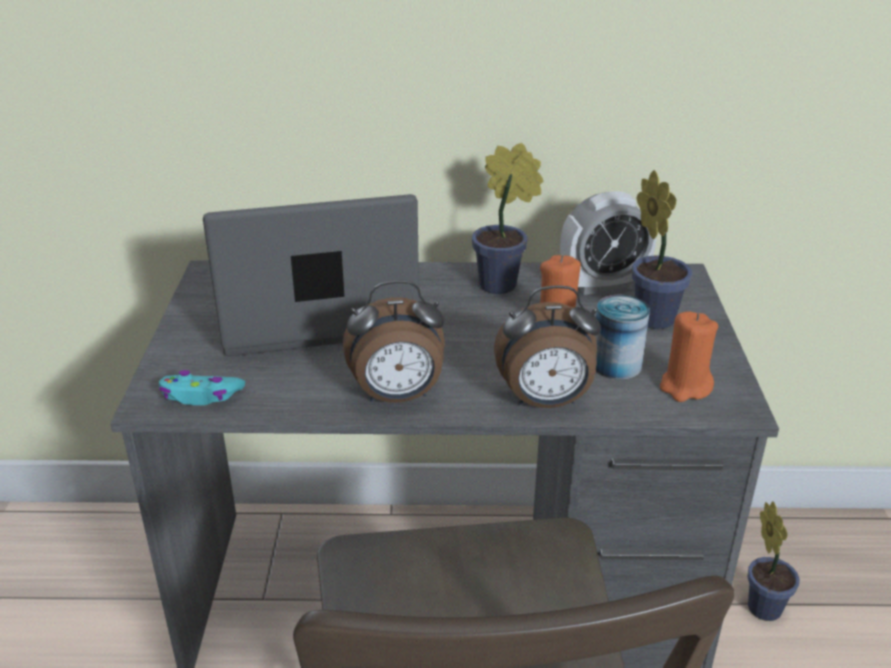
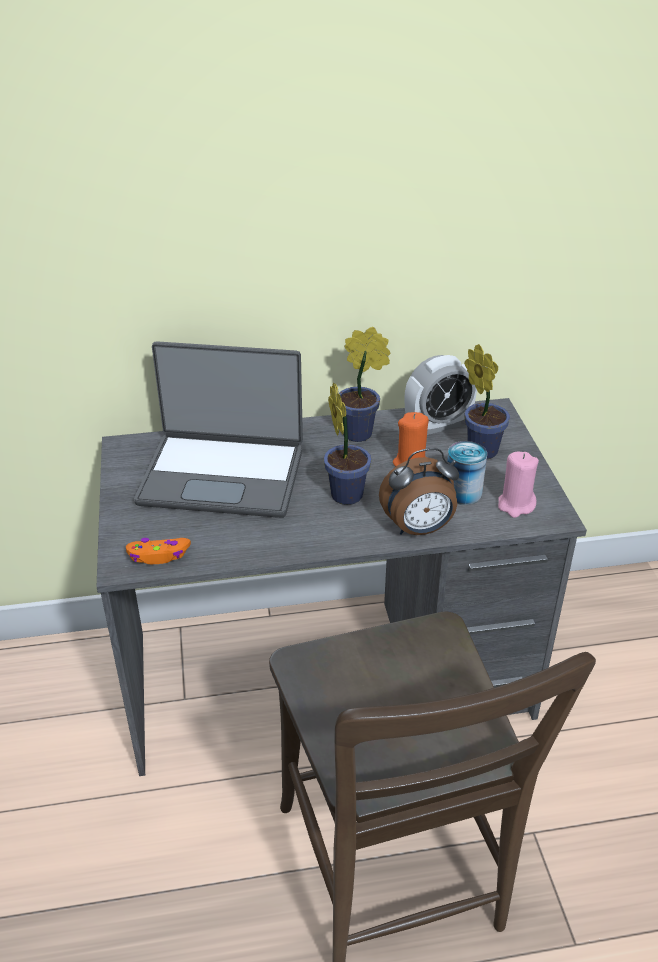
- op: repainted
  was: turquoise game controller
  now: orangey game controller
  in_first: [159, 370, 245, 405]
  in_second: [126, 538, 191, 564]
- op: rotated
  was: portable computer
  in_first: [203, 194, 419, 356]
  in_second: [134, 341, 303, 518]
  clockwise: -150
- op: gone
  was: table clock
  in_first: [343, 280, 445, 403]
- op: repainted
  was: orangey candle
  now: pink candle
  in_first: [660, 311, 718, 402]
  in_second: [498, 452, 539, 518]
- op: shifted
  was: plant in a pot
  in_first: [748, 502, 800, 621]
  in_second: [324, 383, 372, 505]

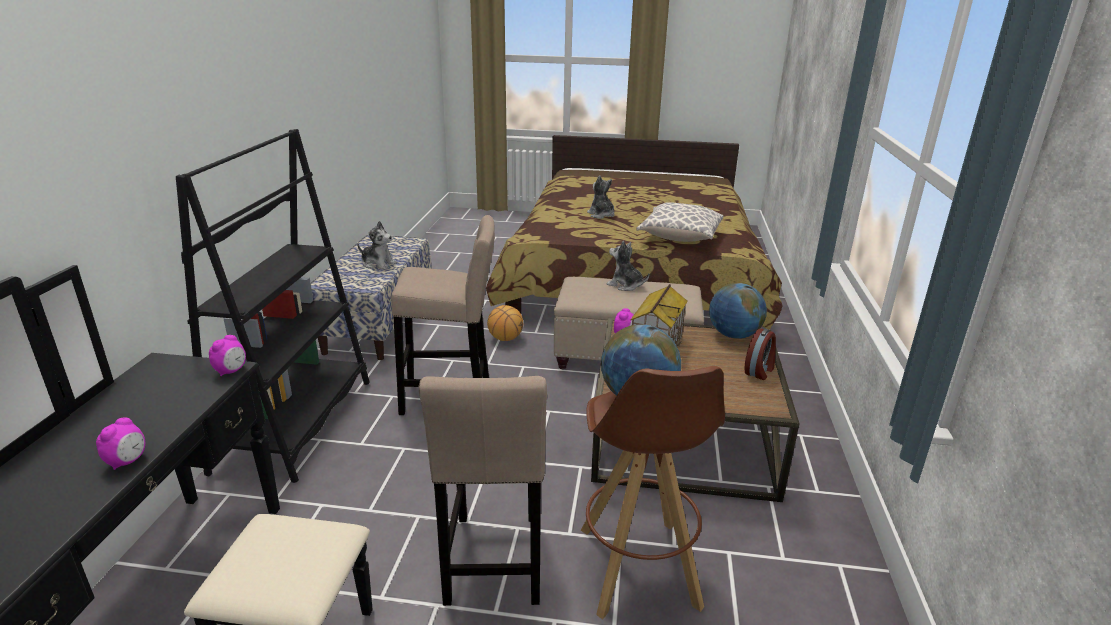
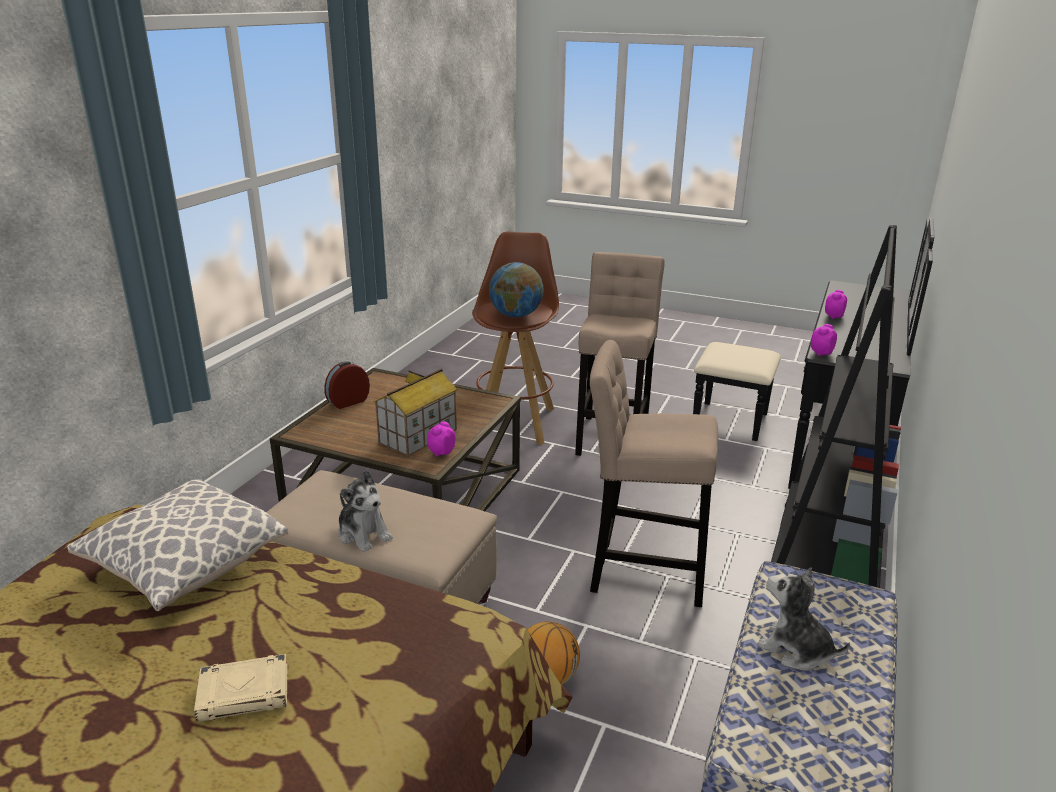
- op: swapped
  was: cuddly toy
  now: sand-coloured volume
  in_first: [587, 175, 615, 219]
  in_second: [194, 654, 288, 722]
- op: gone
  was: world globe
  in_first: [709, 283, 767, 339]

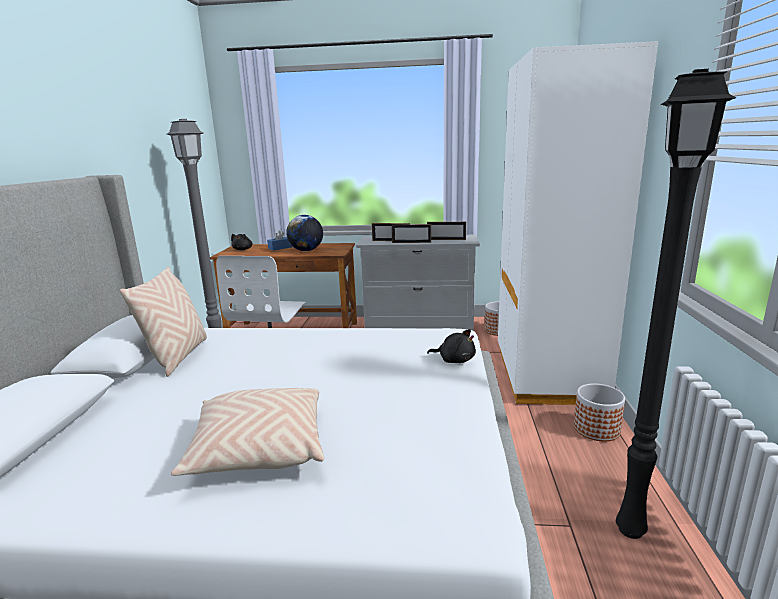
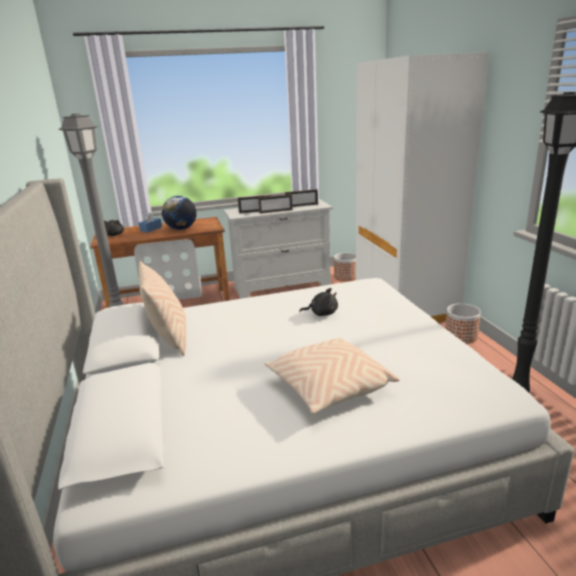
- op: shifted
  was: blackish cuddly toy
  in_first: [427, 329, 476, 363]
  in_second: [299, 288, 338, 316]

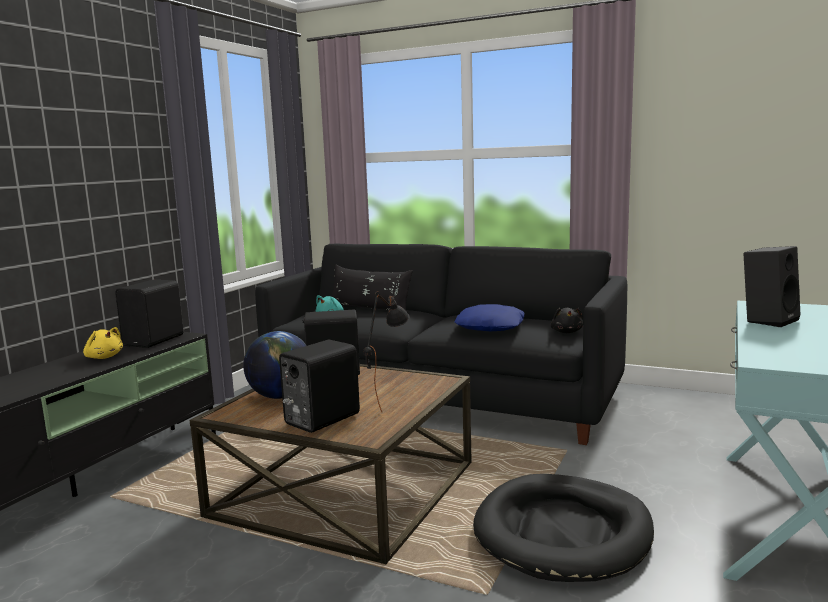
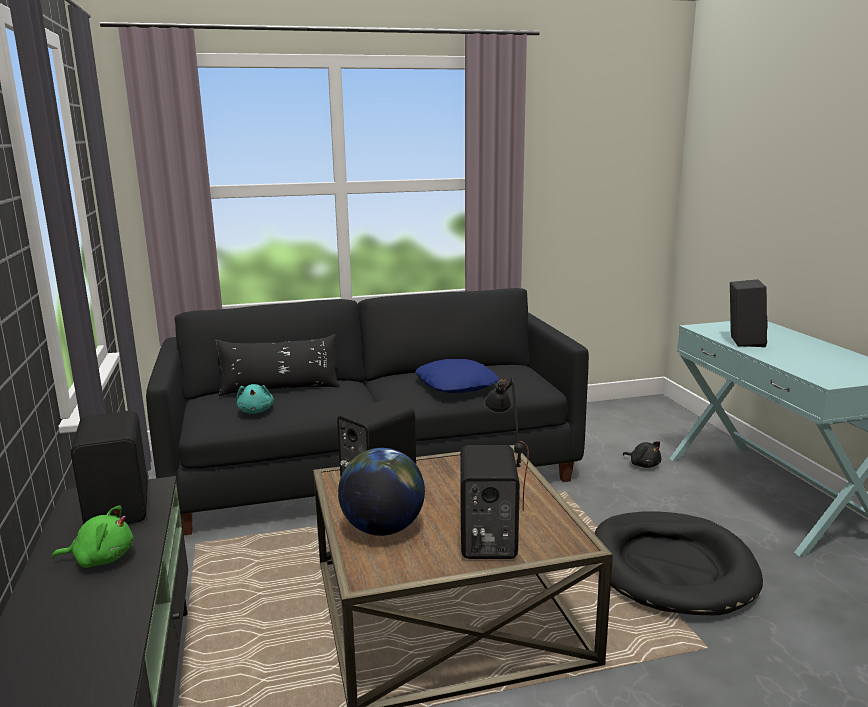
- op: repainted
  was: yellowish cuddly toy
  now: greenish cuddly toy
  in_first: [83, 327, 123, 359]
  in_second: [52, 506, 134, 568]
- op: shifted
  was: blackish cuddly toy
  in_first: [550, 308, 583, 333]
  in_second: [623, 441, 661, 468]

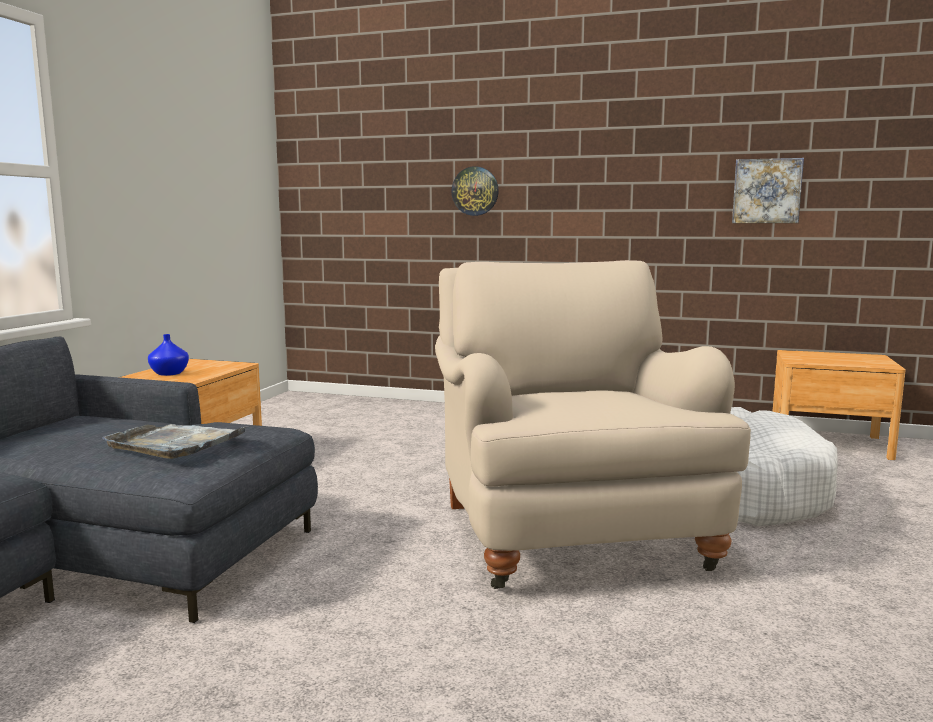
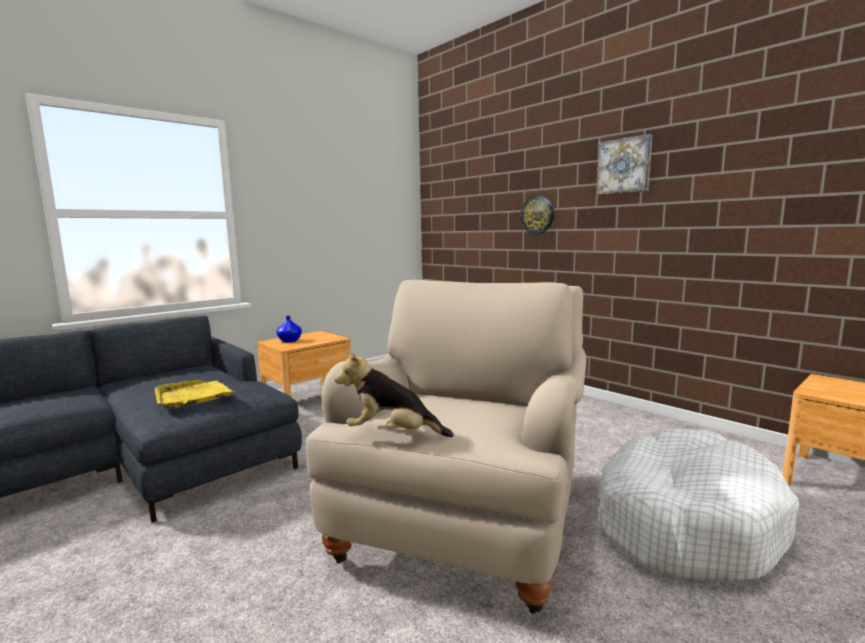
- op: repainted
  was: gray tray
  now: yellowish tray
  in_first: [102, 424, 250, 459]
  in_second: [155, 380, 234, 409]
- op: shifted
  was: picture
  in_first: [732, 158, 804, 223]
  in_second: [596, 134, 652, 195]
- op: new
  now: cuddly toy
  in_second: [335, 350, 454, 437]

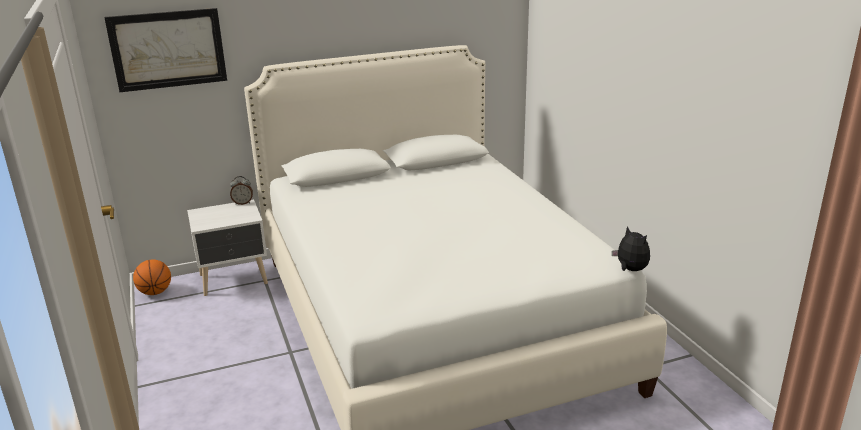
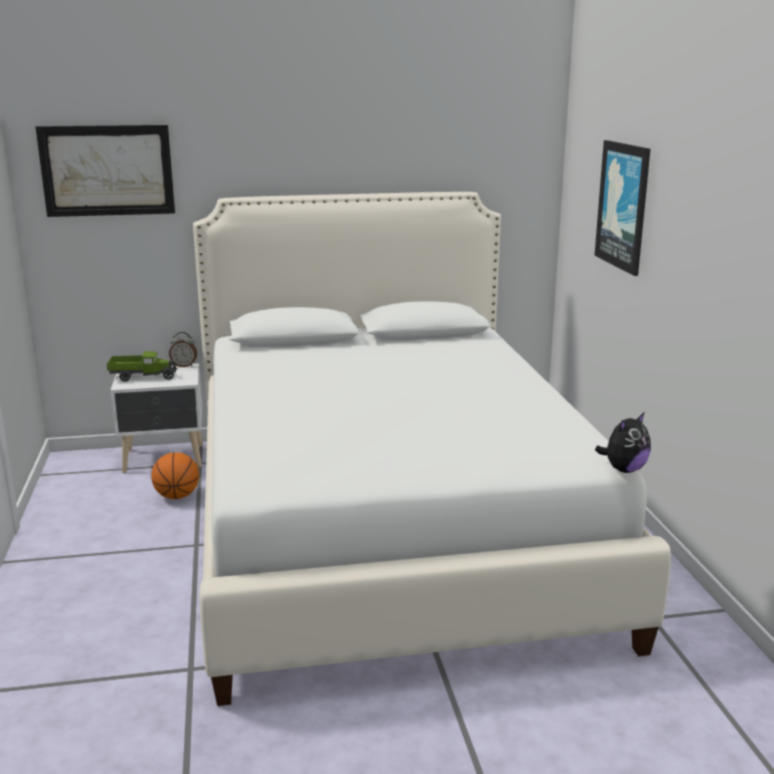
- op: shifted
  was: ball for basketball
  in_first: [133, 259, 171, 295]
  in_second: [151, 452, 199, 499]
- op: rotated
  was: cuddly toy
  in_first: [612, 226, 650, 271]
  in_second: [595, 413, 651, 473]
  clockwise: 75
- op: new
  now: model truck
  in_second: [107, 351, 177, 382]
- op: new
  now: picture
  in_second: [594, 140, 651, 276]

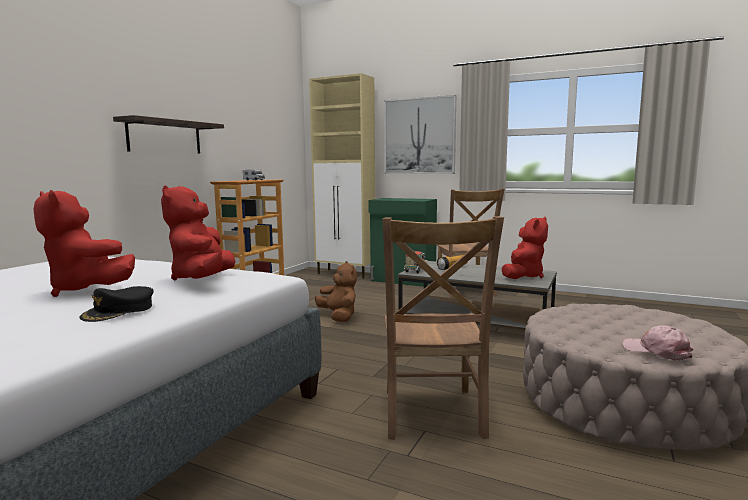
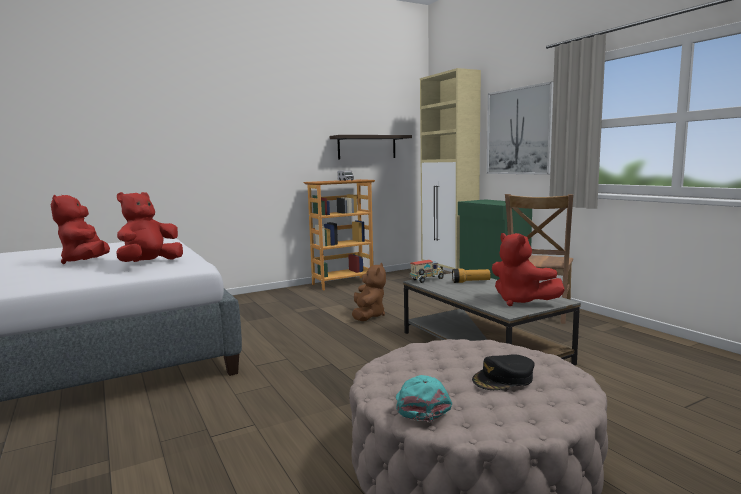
- op: shifted
  was: blackish cap
  in_first: [80, 286, 154, 322]
  in_second: [472, 354, 535, 390]
- op: shifted
  was: shelf
  in_first: [113, 115, 224, 153]
  in_second: [330, 135, 412, 159]
- op: gone
  was: brown plain chair
  in_first: [382, 216, 504, 440]
- op: rotated
  was: red cuddly toy
  in_first: [502, 217, 548, 279]
  in_second: [492, 233, 565, 306]
  clockwise: 75
- op: repainted
  was: pink cap
  now: turquoise cap
  in_first: [622, 325, 693, 361]
  in_second: [396, 375, 452, 422]

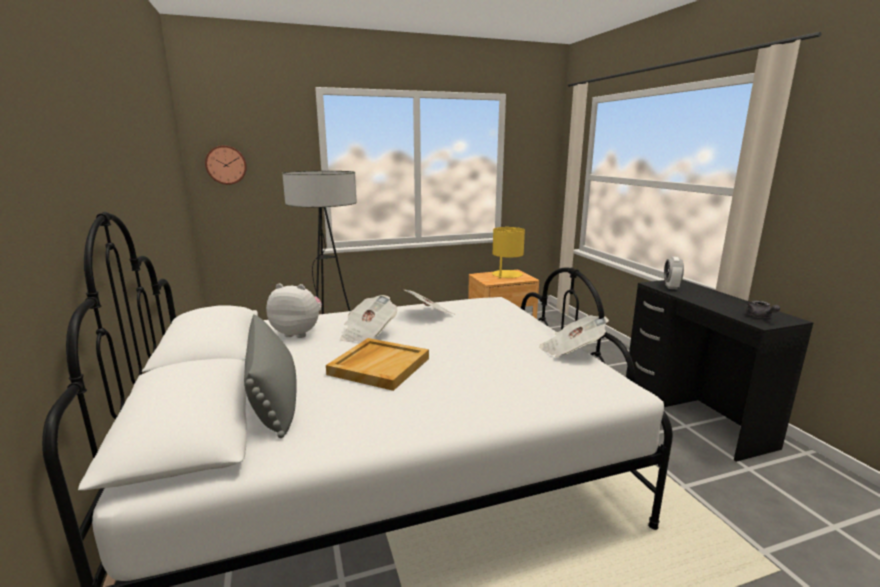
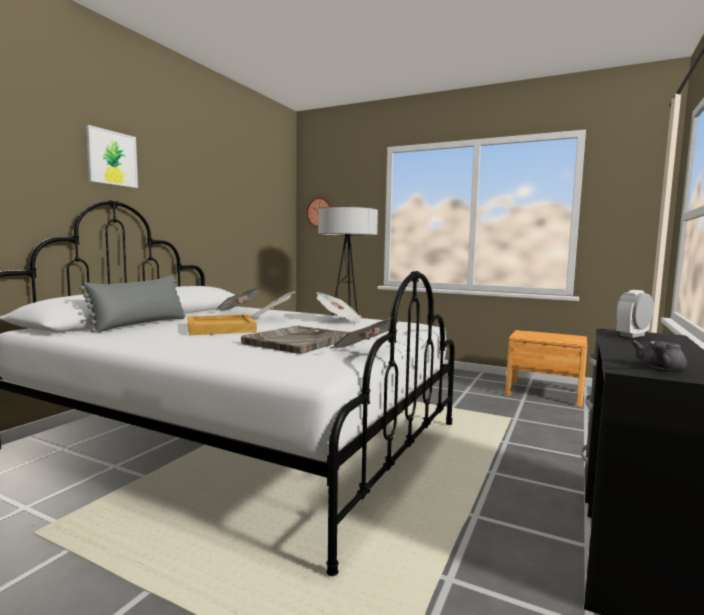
- op: swapped
  was: cuddly toy
  now: newspaper
  in_first: [266, 283, 322, 338]
  in_second: [216, 288, 261, 311]
- op: gone
  was: yellowish lamp for a table
  in_first: [492, 227, 525, 278]
- op: new
  now: picture
  in_second: [86, 125, 138, 188]
- op: new
  now: gray tray
  in_second: [241, 326, 350, 354]

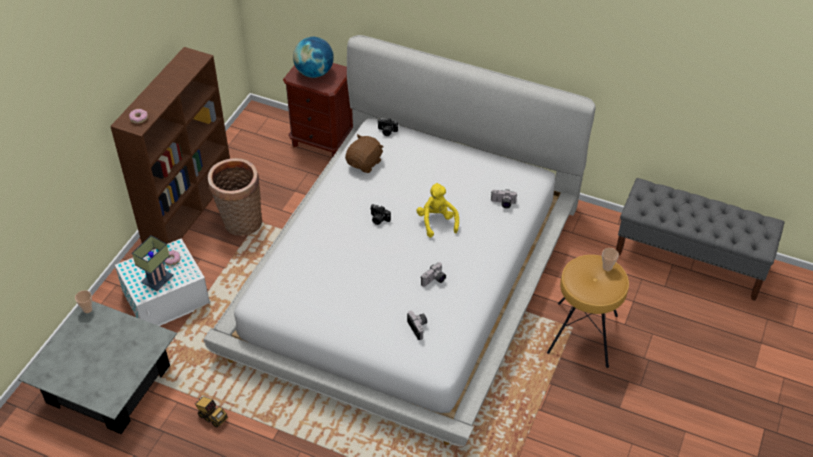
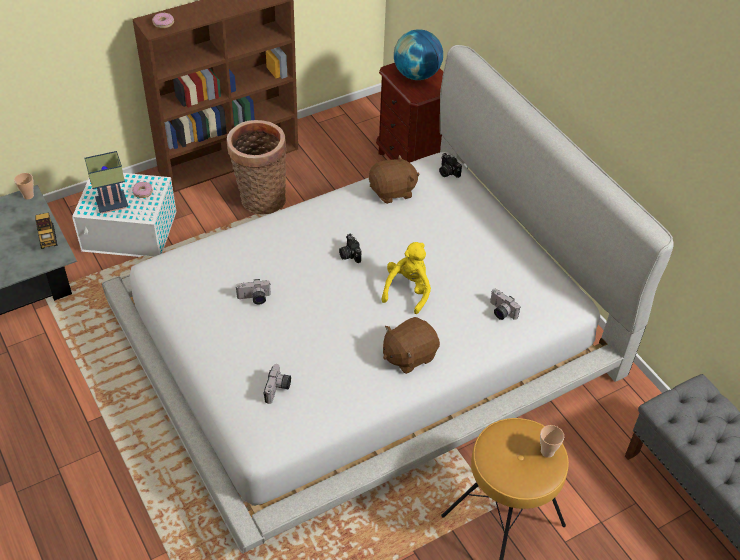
- op: shifted
  was: model truck
  in_first: [195, 397, 228, 427]
  in_second: [35, 212, 58, 249]
- op: shifted
  was: still camera
  in_first: [421, 262, 446, 287]
  in_second: [235, 279, 271, 305]
- op: new
  now: brown cuddly toy
  in_second: [383, 317, 440, 374]

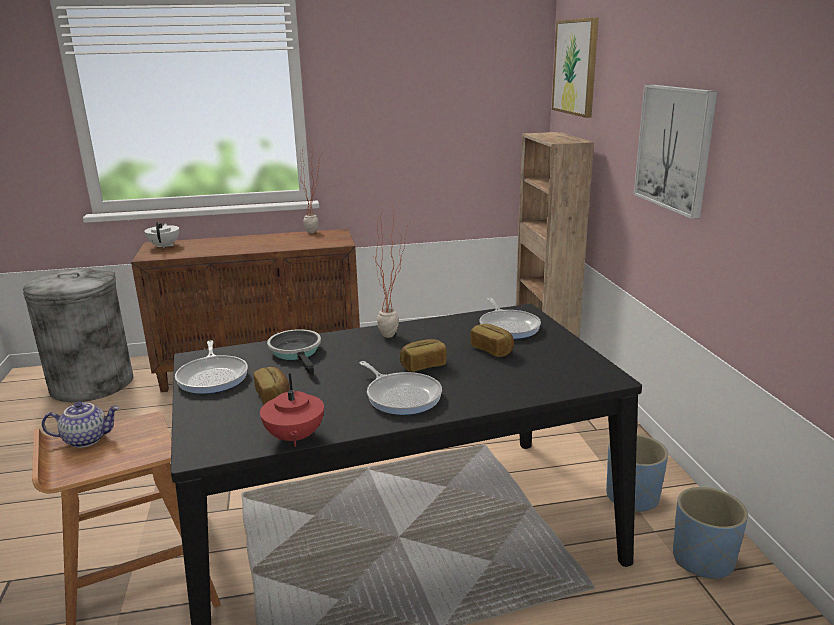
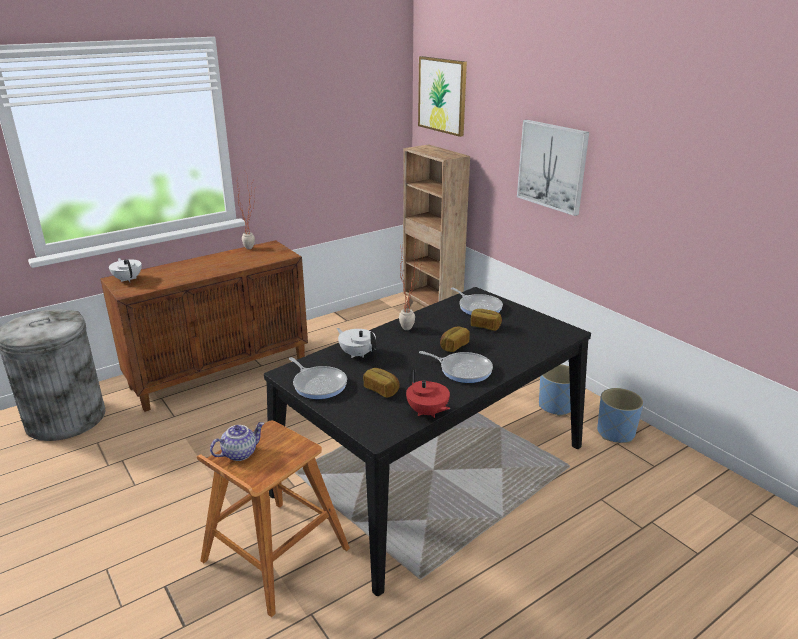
- op: swapped
  was: skillet
  now: white pot for tea
  in_first: [267, 329, 321, 376]
  in_second: [337, 328, 376, 358]

